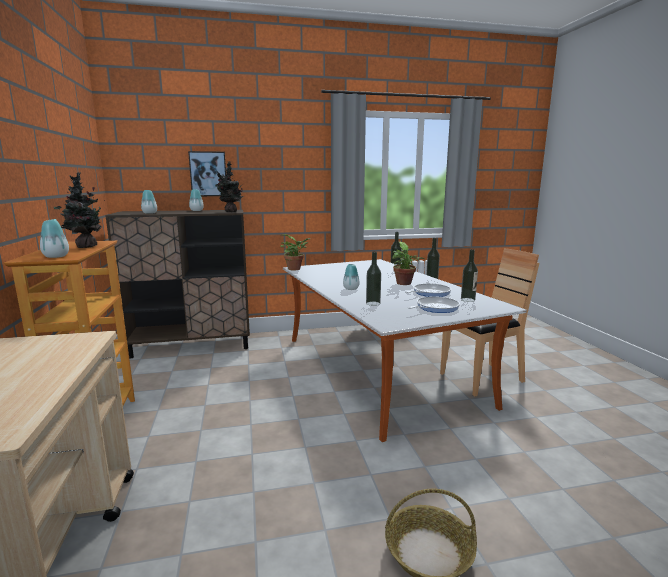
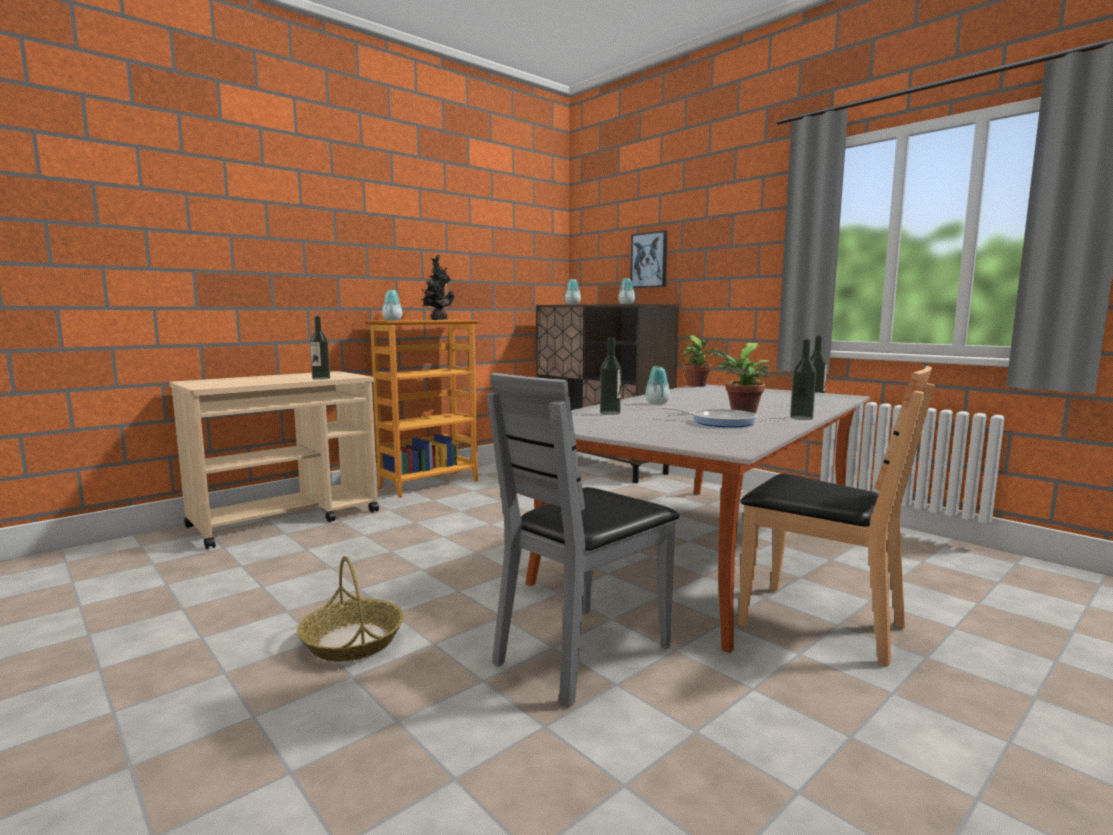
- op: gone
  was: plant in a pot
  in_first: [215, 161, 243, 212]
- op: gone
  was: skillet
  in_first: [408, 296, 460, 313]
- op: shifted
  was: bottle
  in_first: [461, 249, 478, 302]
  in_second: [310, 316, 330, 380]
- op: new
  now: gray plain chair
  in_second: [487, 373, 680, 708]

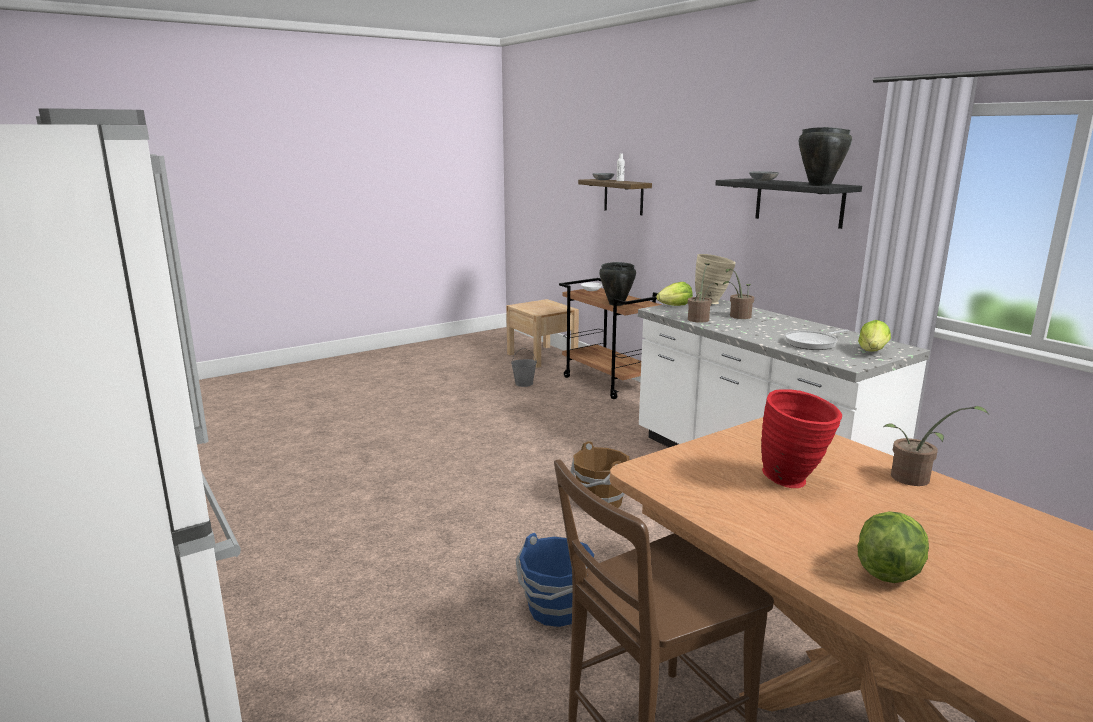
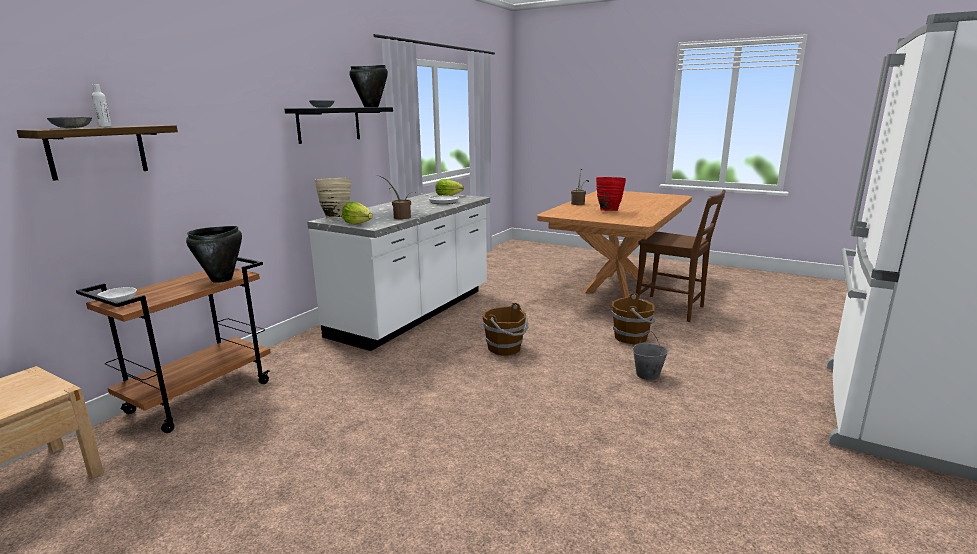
- op: shifted
  was: gray water bucket
  in_first: [511, 348, 537, 387]
  in_second: [633, 331, 668, 380]
- op: repainted
  was: bluish water bucket
  now: brown water bucket
  in_first: [515, 533, 594, 627]
  in_second: [612, 293, 656, 344]
- op: gone
  was: plant in a pot
  in_first: [723, 269, 754, 319]
- op: gone
  was: head of lettuce
  in_first: [858, 511, 929, 583]

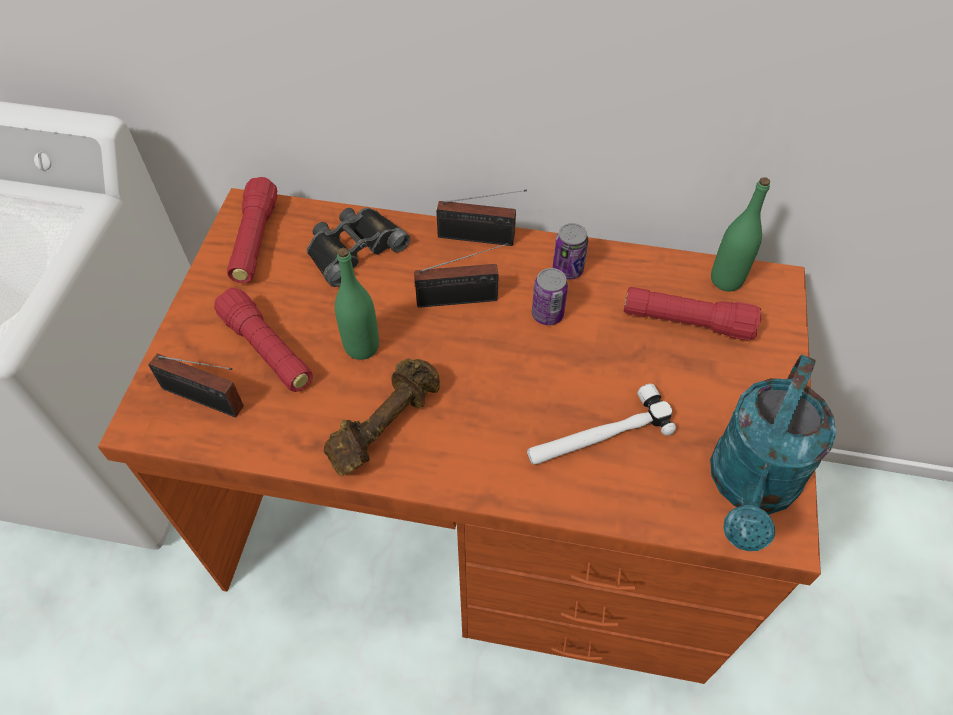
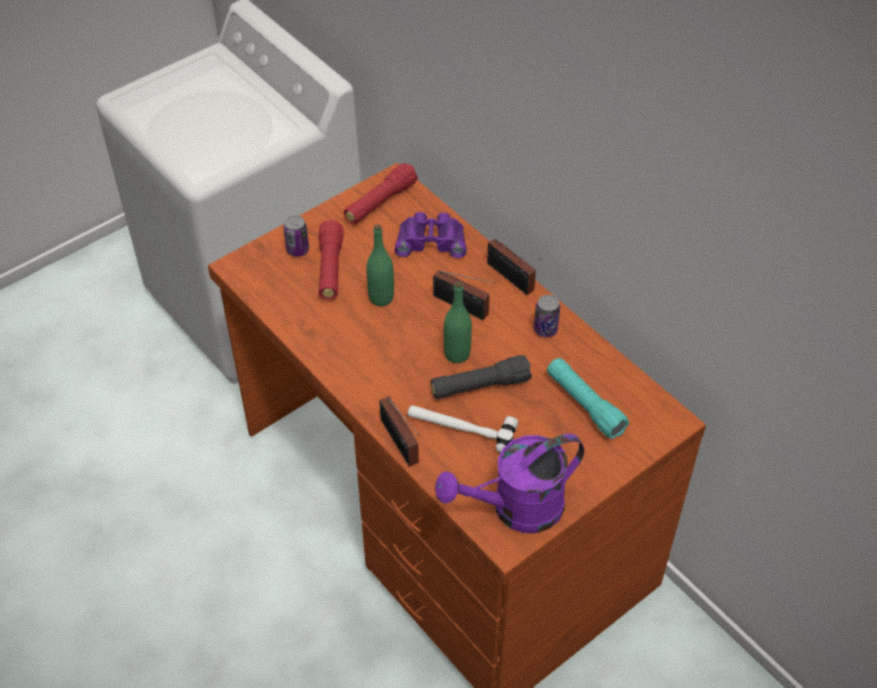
- op: shifted
  was: radio
  in_first: [148, 354, 244, 417]
  in_second: [379, 396, 419, 466]
- op: repainted
  was: blackish pair of binoculars
  now: purplish pair of binoculars
  in_first: [307, 208, 410, 287]
  in_second: [395, 212, 466, 258]
- op: gone
  was: brown dumbbell
  in_first: [323, 358, 440, 476]
- op: shifted
  was: metal can
  in_first: [532, 268, 568, 325]
  in_second: [283, 215, 309, 257]
- op: repainted
  was: red torch
  now: turquoise torch
  in_first: [624, 287, 762, 341]
  in_second: [547, 358, 629, 439]
- op: repainted
  was: turquoise watering can
  now: purplish watering can
  in_first: [710, 354, 836, 551]
  in_second: [435, 434, 584, 533]
- op: shifted
  was: greenish bottle
  in_first: [711, 177, 770, 291]
  in_second: [444, 281, 472, 363]
- op: new
  now: blackish torch
  in_second: [431, 355, 532, 399]

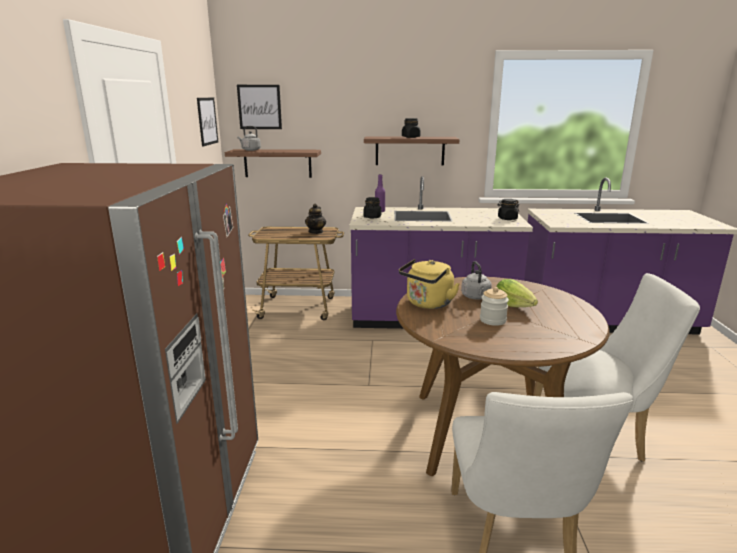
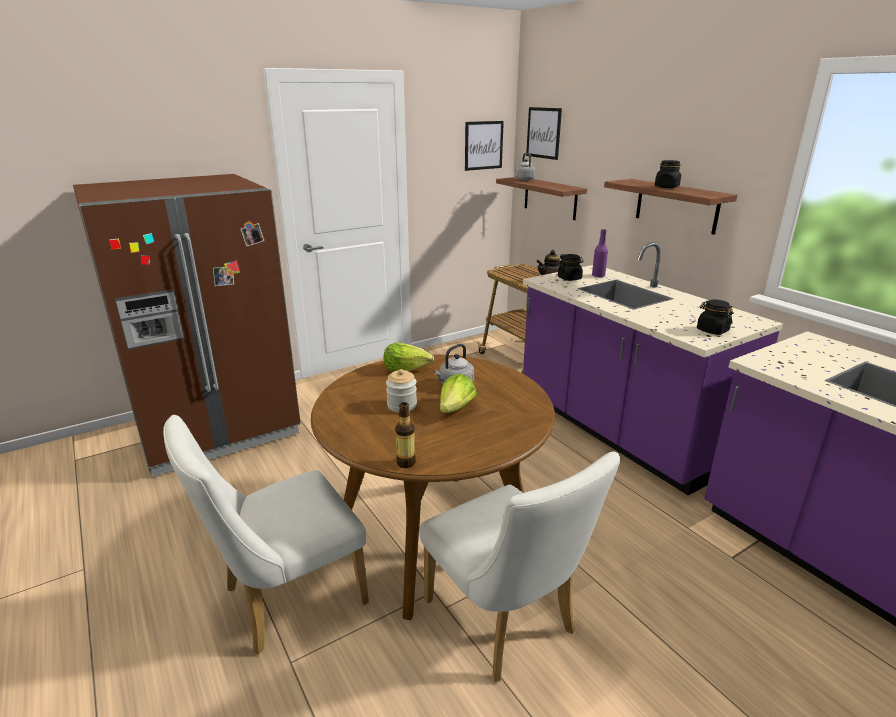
- op: swapped
  was: yellowish kettle
  now: head of lettuce
  in_first: [399, 259, 460, 309]
  in_second: [384, 343, 434, 372]
- op: new
  now: bottle
  in_second: [395, 402, 416, 468]

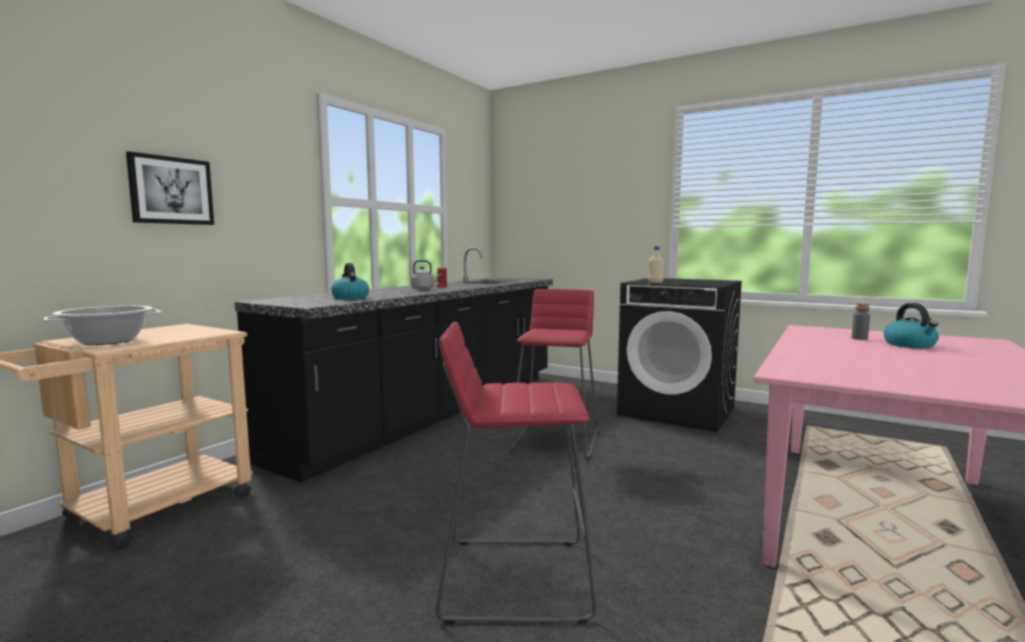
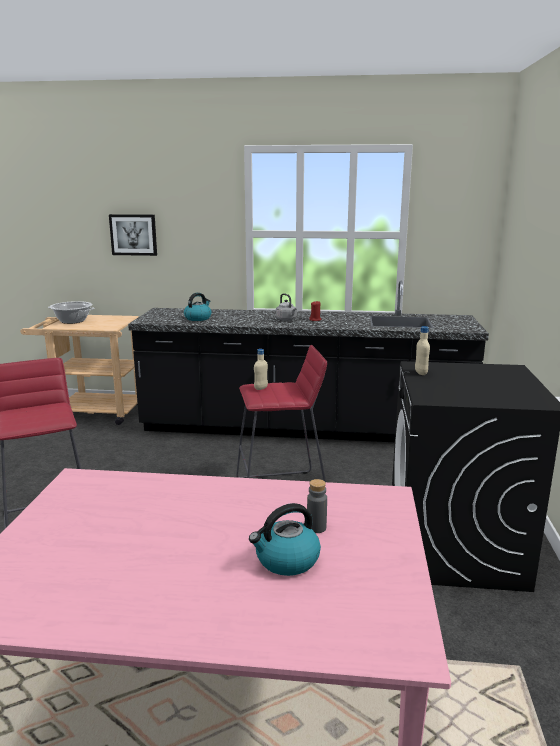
- op: new
  now: sand-coloured bottle
  in_second: [254, 349, 268, 390]

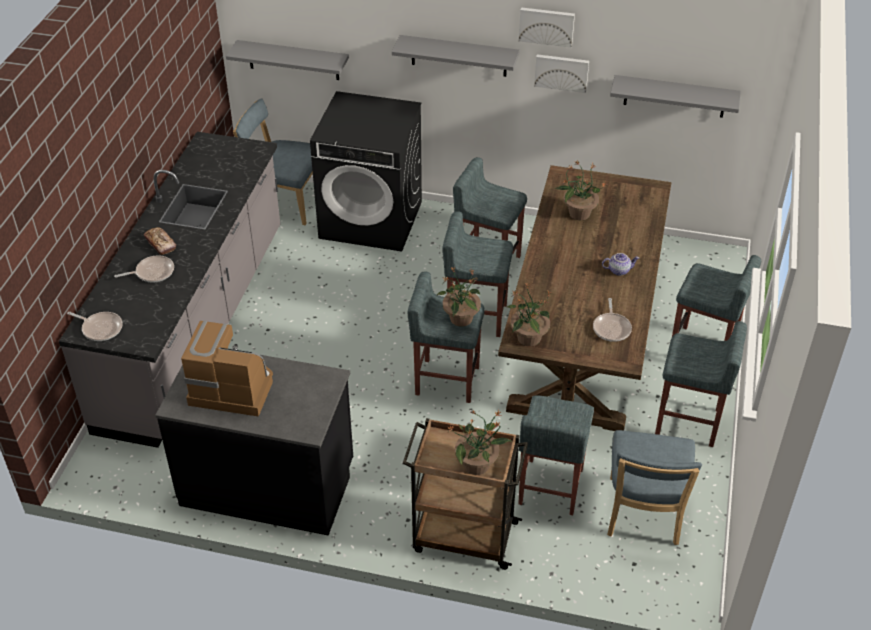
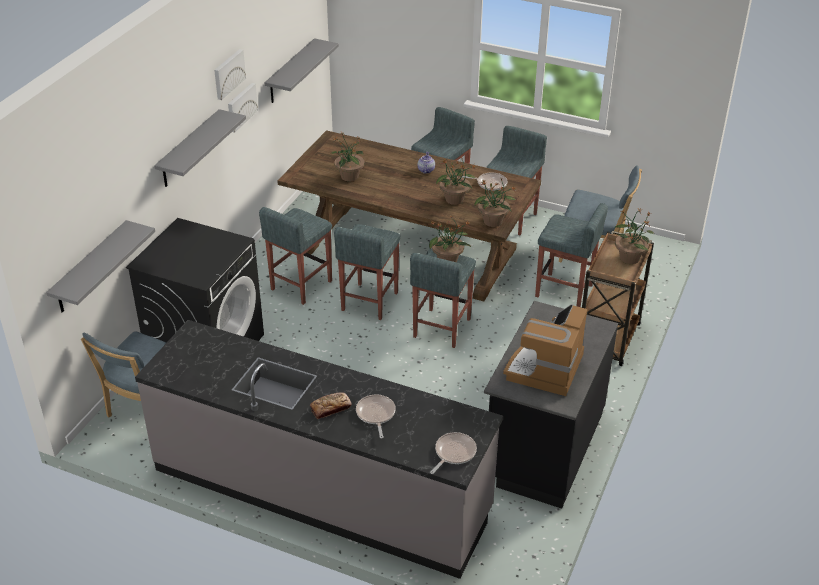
- op: new
  now: plant in a pot
  in_second: [436, 157, 477, 205]

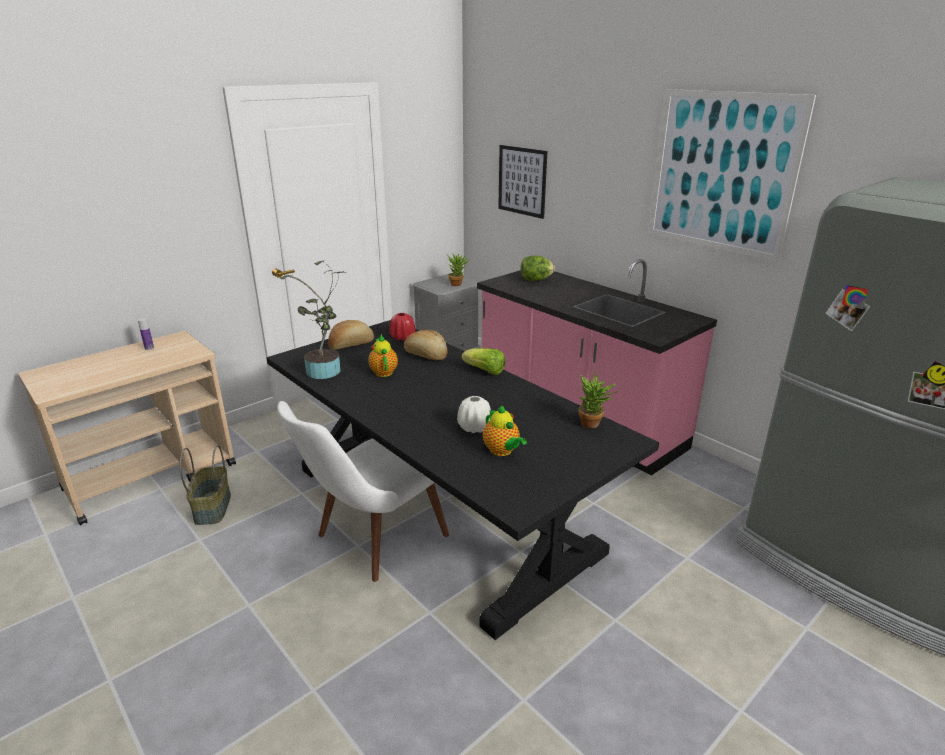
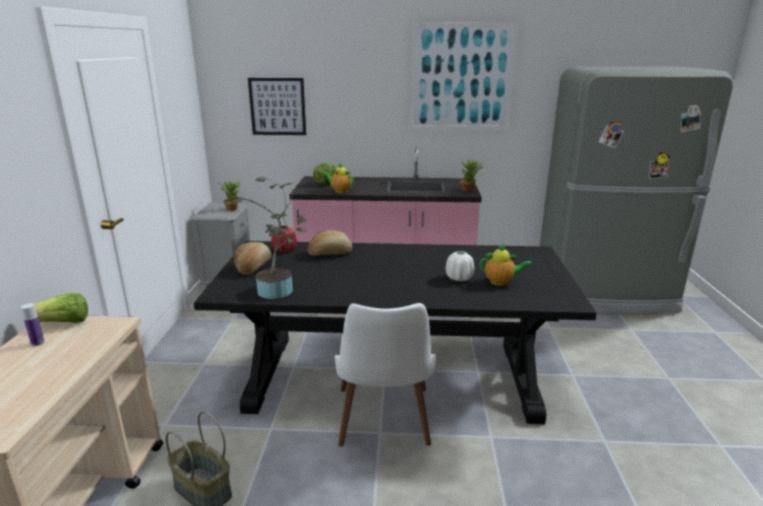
- op: shifted
  was: pot for tea
  in_first: [368, 334, 398, 377]
  in_second: [322, 163, 354, 193]
- op: shifted
  was: head of lettuce
  in_first: [462, 348, 505, 375]
  in_second: [34, 293, 88, 323]
- op: shifted
  was: plant in a pot
  in_first: [578, 371, 619, 428]
  in_second: [460, 158, 483, 191]

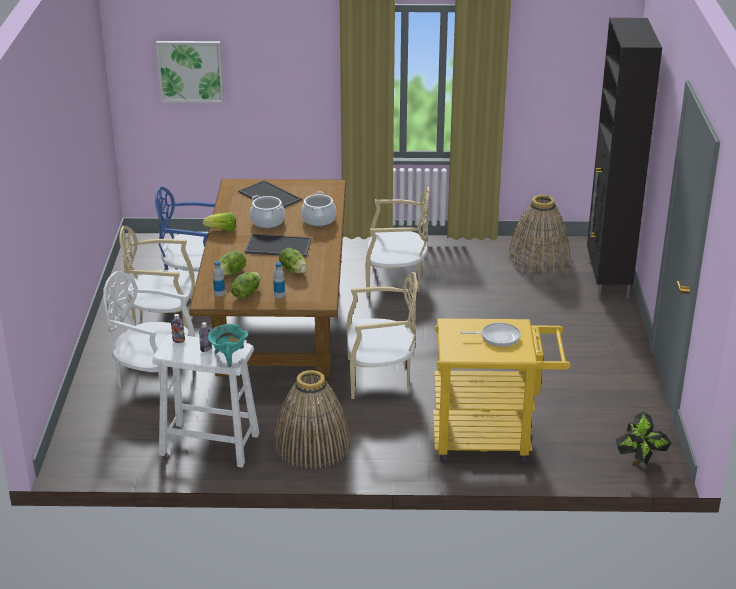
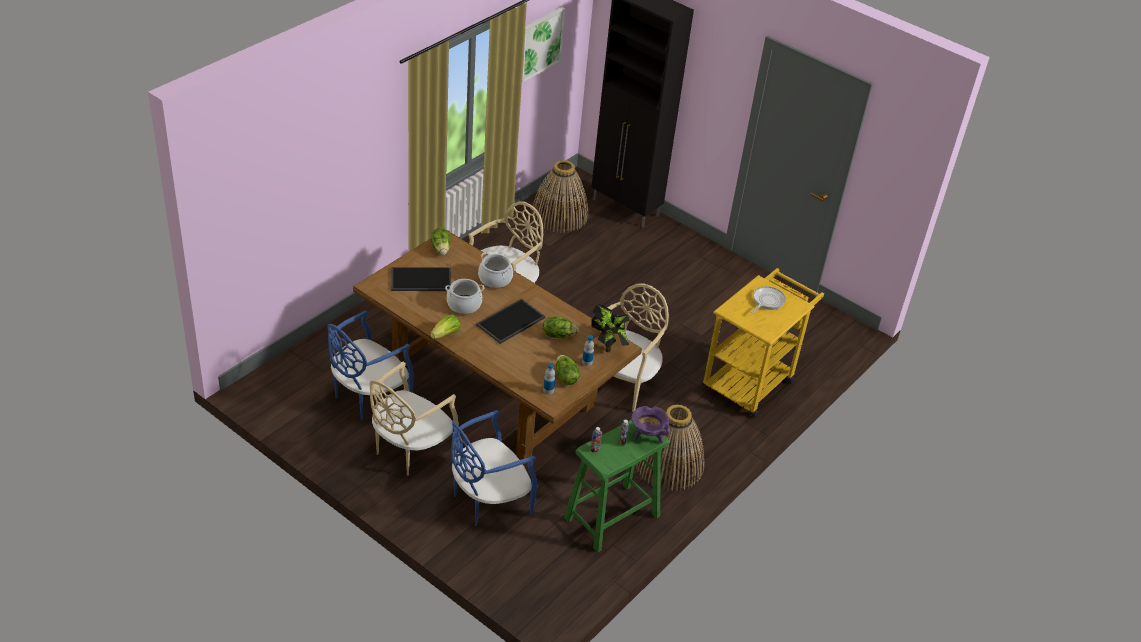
- op: repainted
  was: white plain chair
  now: bluish plain chair
  in_first: [104, 271, 195, 388]
  in_second: [451, 410, 537, 526]
- op: repainted
  was: white stool seat
  now: greenish stool seat
  in_first: [152, 334, 260, 468]
  in_second: [564, 420, 670, 553]
- op: shifted
  was: picture
  in_first: [156, 41, 224, 103]
  in_second: [522, 7, 565, 83]
- op: repainted
  was: turquoise saucepot
  now: purplish saucepot
  in_first: [208, 324, 248, 367]
  in_second: [631, 406, 670, 443]
- op: shifted
  was: head of lettuce
  in_first: [218, 251, 246, 276]
  in_second: [431, 228, 451, 255]
- op: shifted
  was: plant in a pot
  in_first: [615, 411, 671, 466]
  in_second: [591, 305, 630, 352]

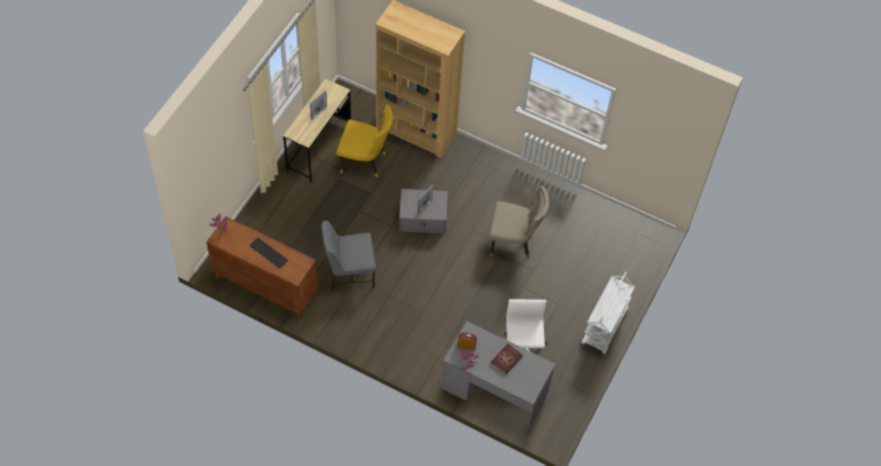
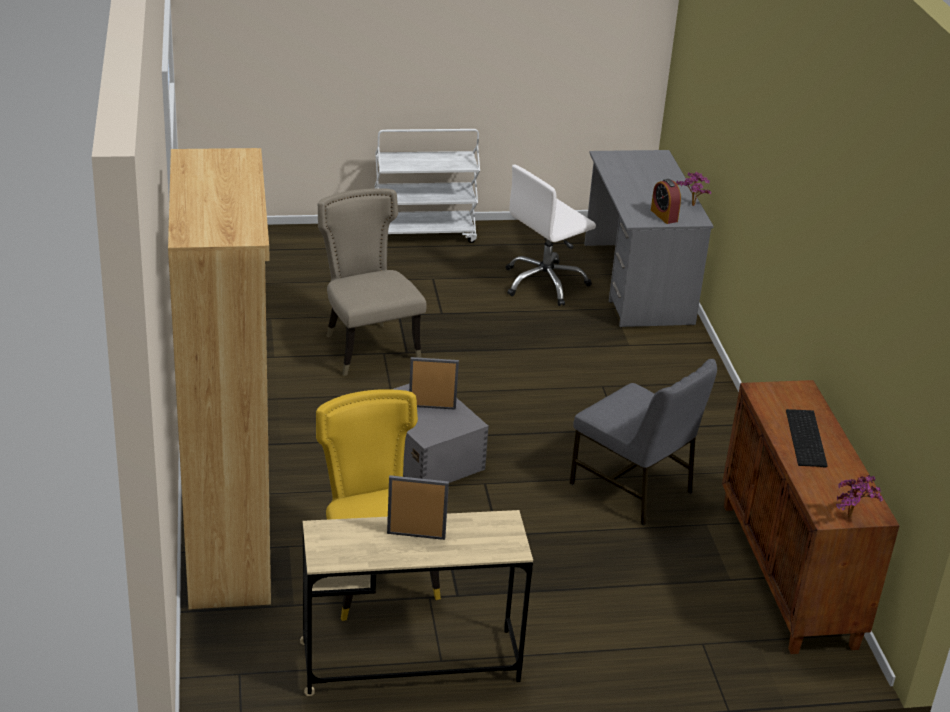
- op: gone
  was: red volume
  in_first: [490, 343, 523, 375]

